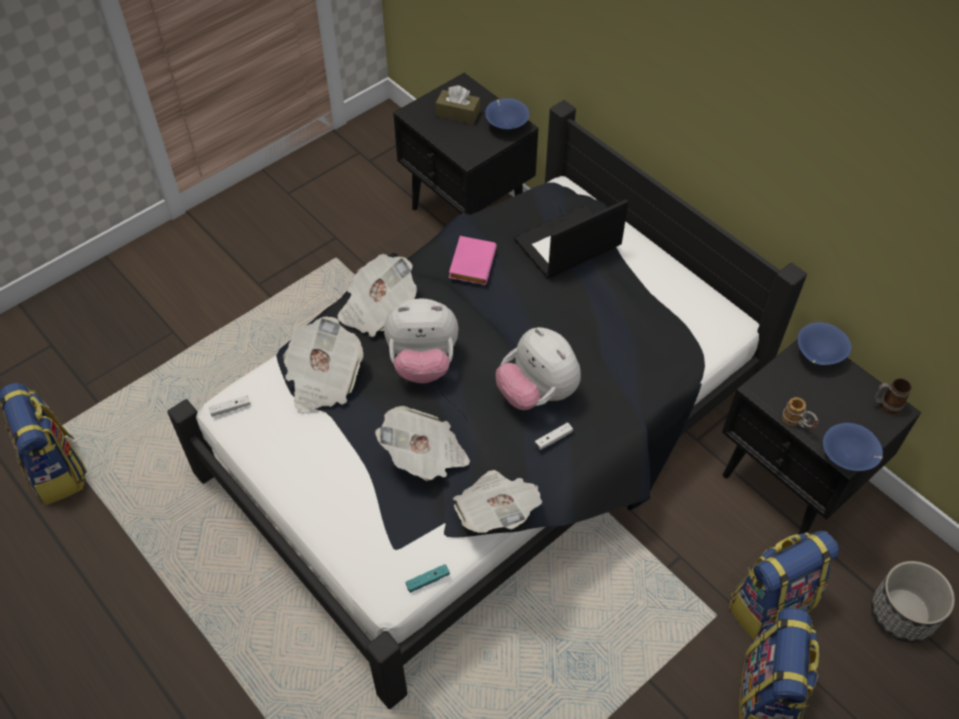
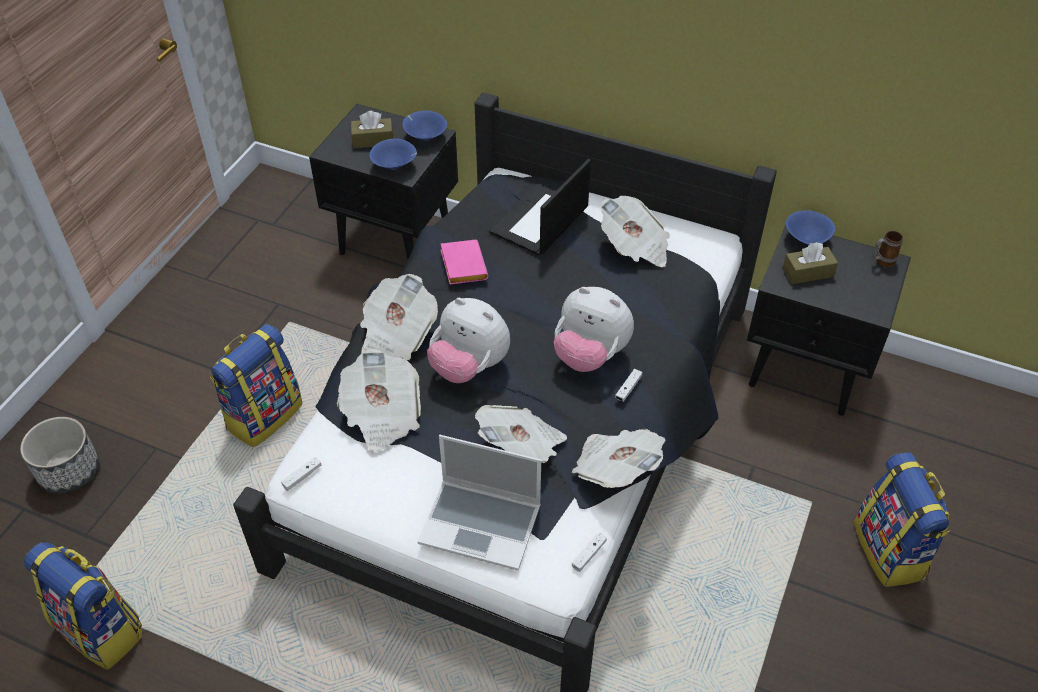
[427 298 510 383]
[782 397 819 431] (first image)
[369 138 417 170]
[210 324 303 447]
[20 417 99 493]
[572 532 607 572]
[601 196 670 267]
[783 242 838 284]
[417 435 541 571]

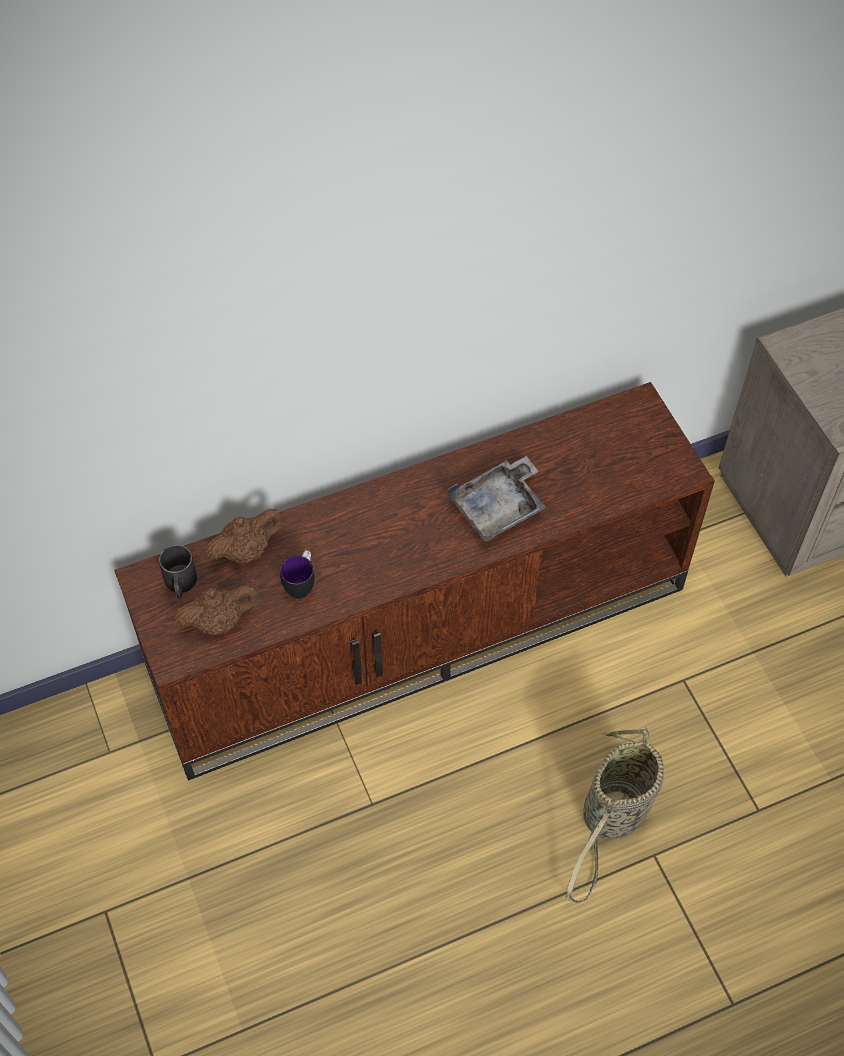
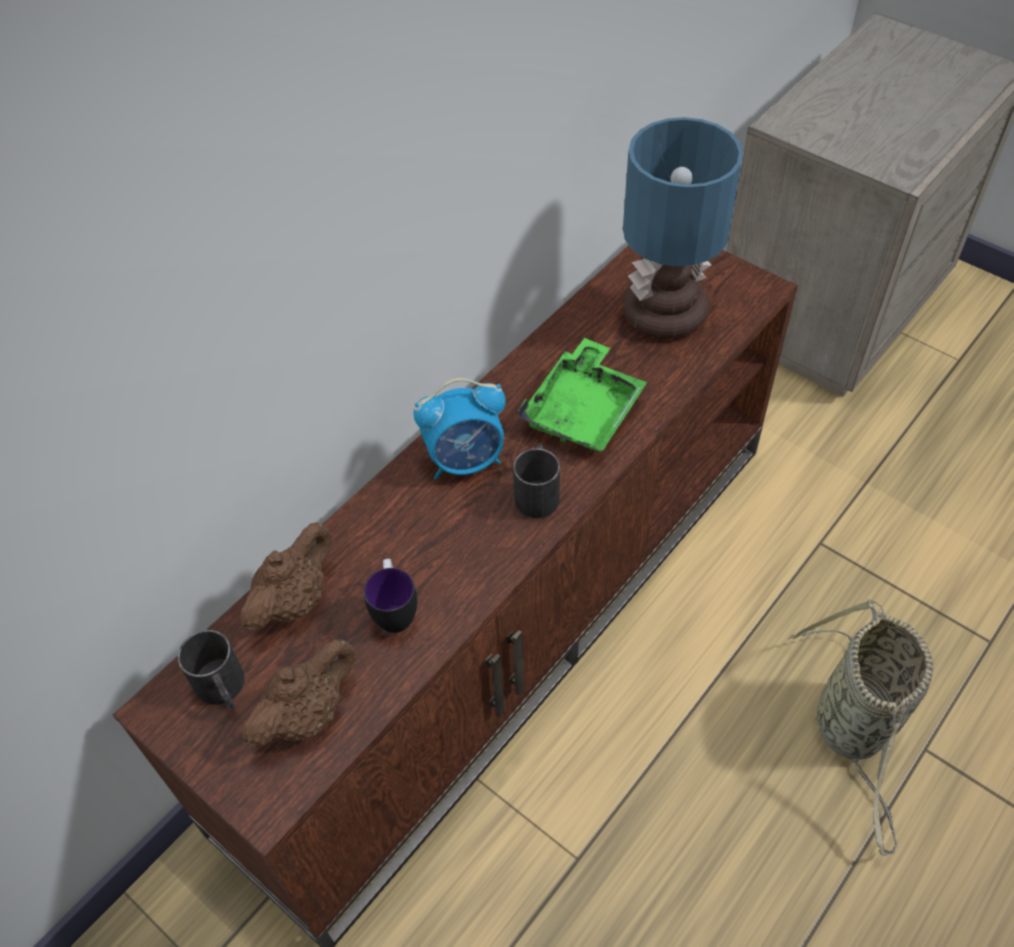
[518 338 647 452]
[623 117 743 339]
[413 378 506 479]
[513 443 560 518]

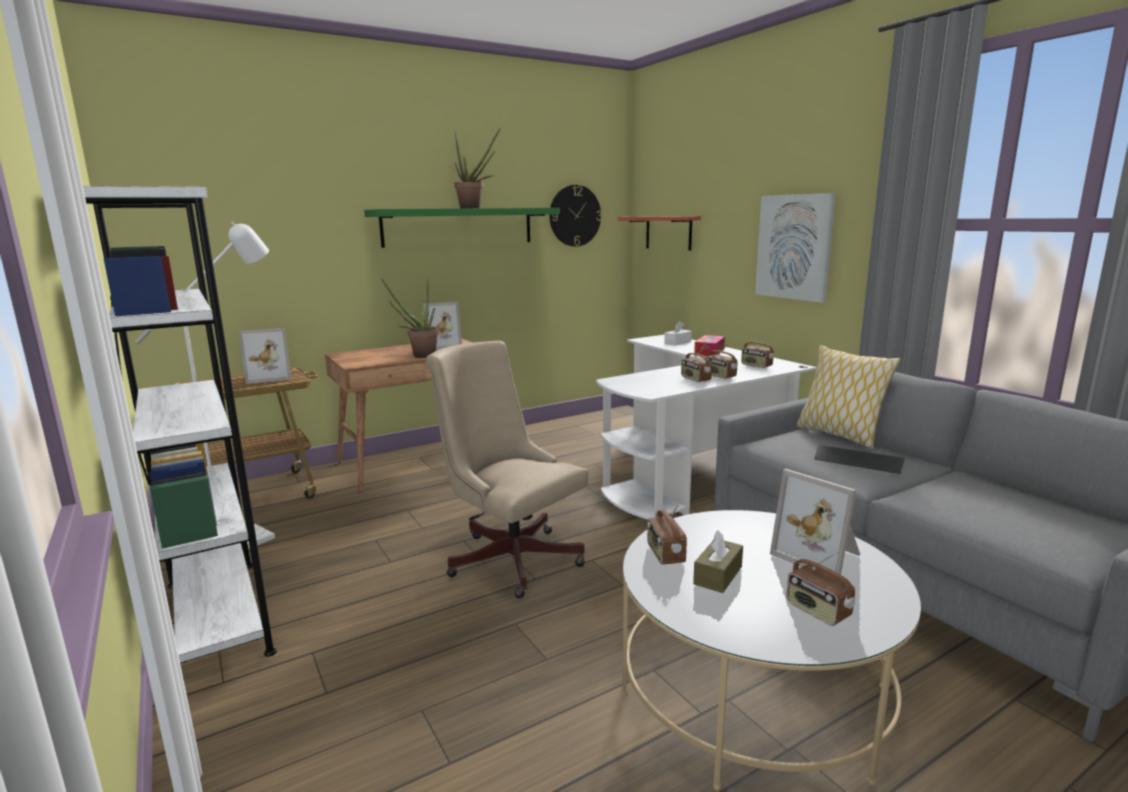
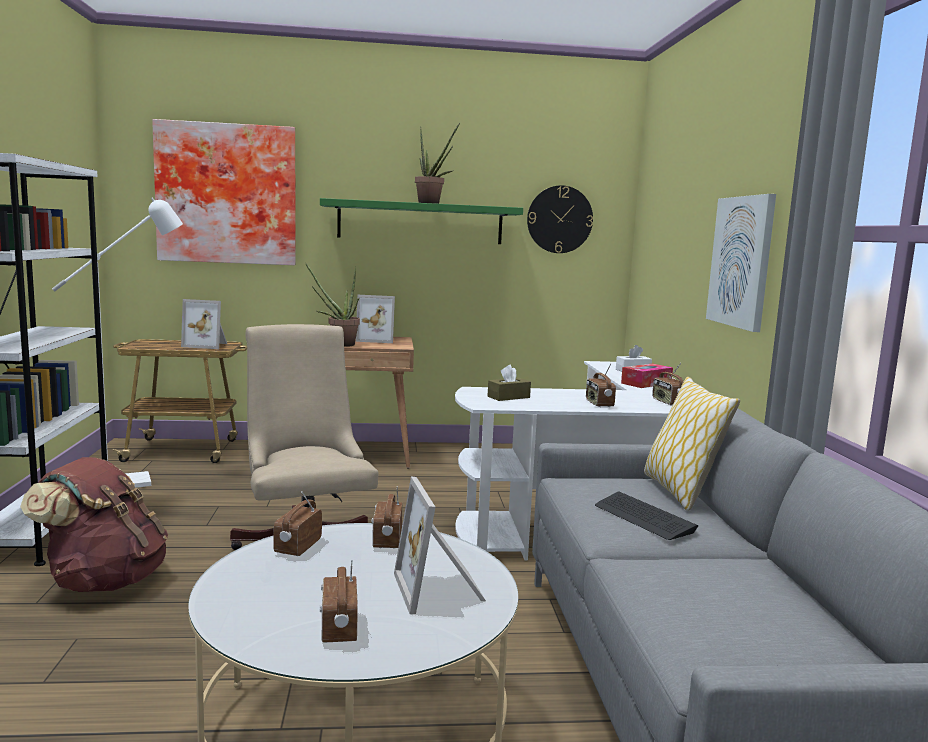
[618 216 701 251] (first image)
[372 486 403 549]
[488 365 531 401]
[152 119 295 265]
[20 457 168 592]

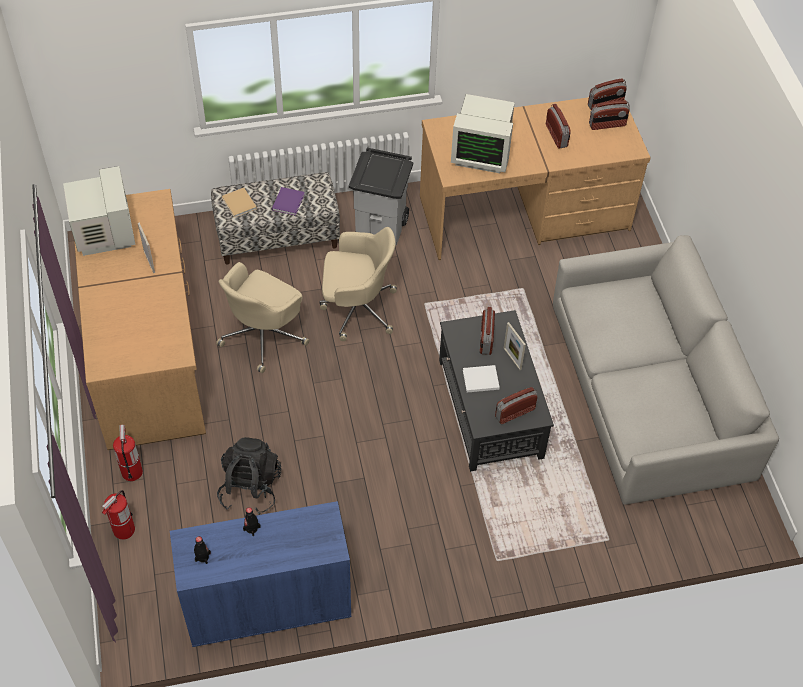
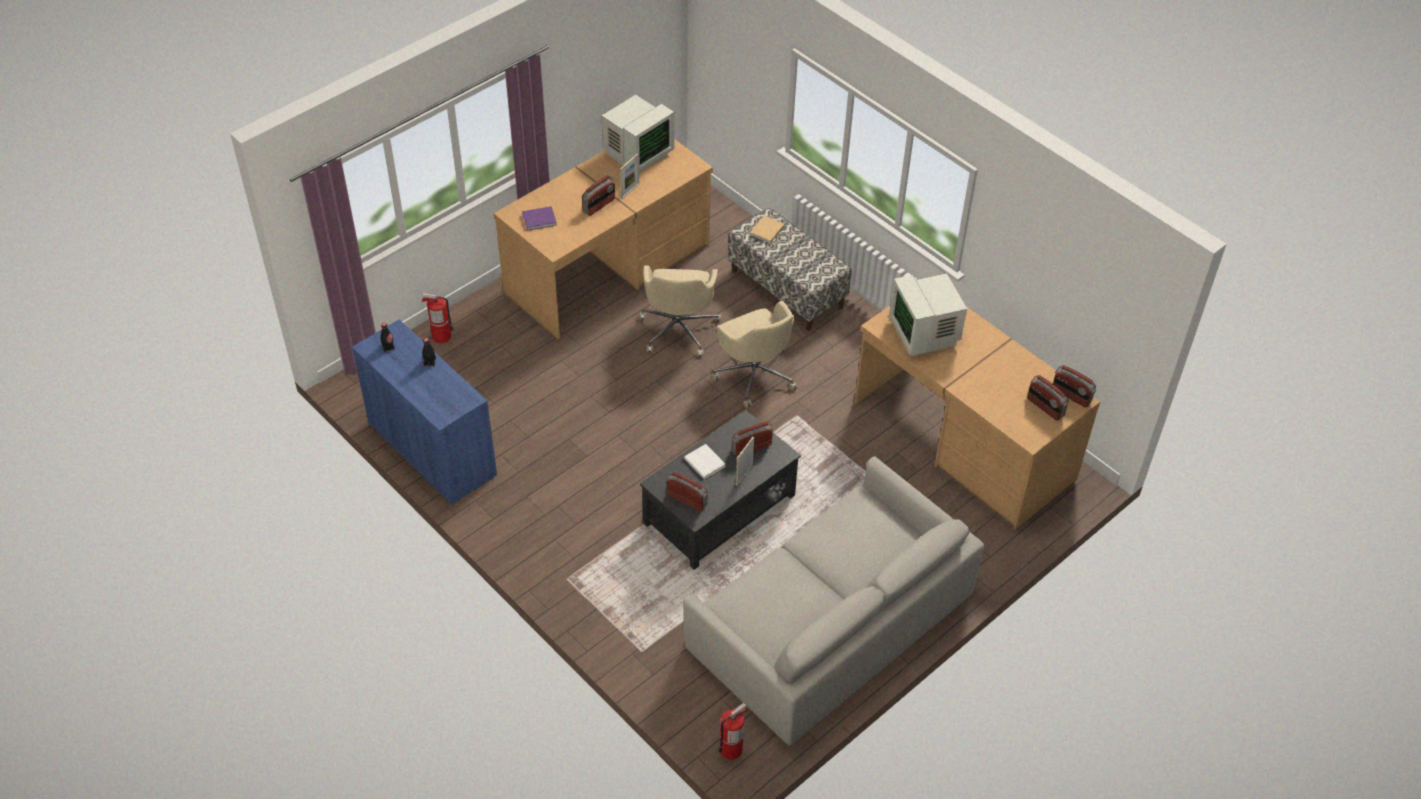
[582 175 615 216]
[348 148 413 245] (first image)
[522 206 557 231]
[640 265 721 357]
[718 703 748 760]
[217 437 282 515] (first image)

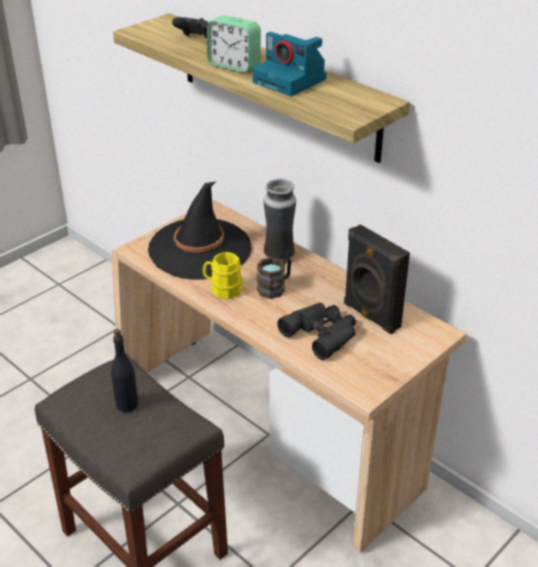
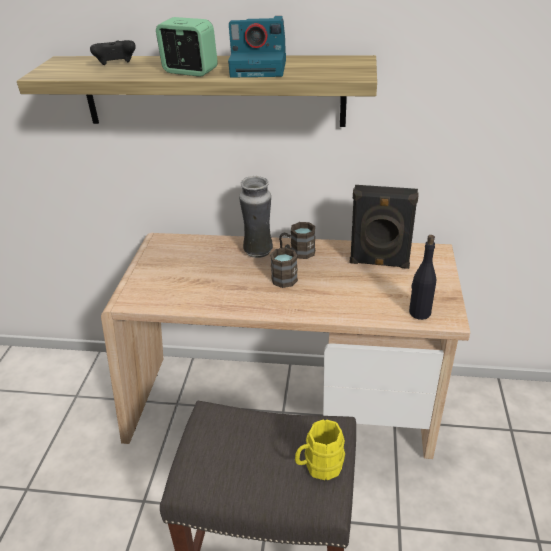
[156 17 218 77]
[148 181 251 280] (first image)
[295 419 345 480]
[277 303 356 360] (first image)
[409 235 436 320]
[279 222 315 259]

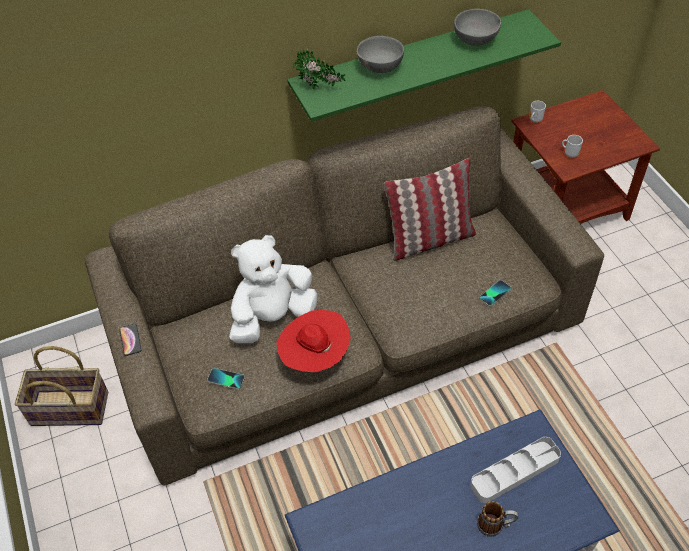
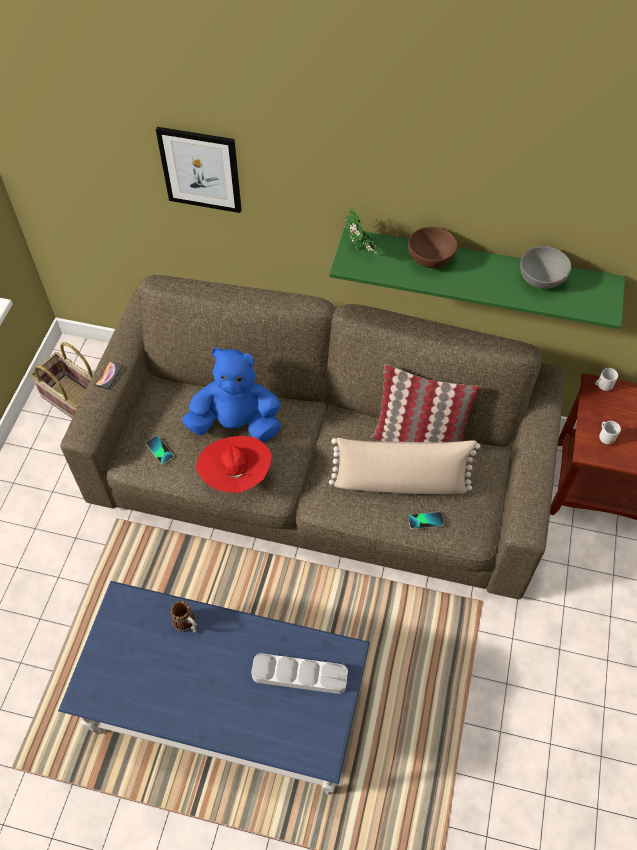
[408 227 457 268]
[182 347 281 442]
[171 601 198 633]
[156 127 242 213]
[329 438 480 494]

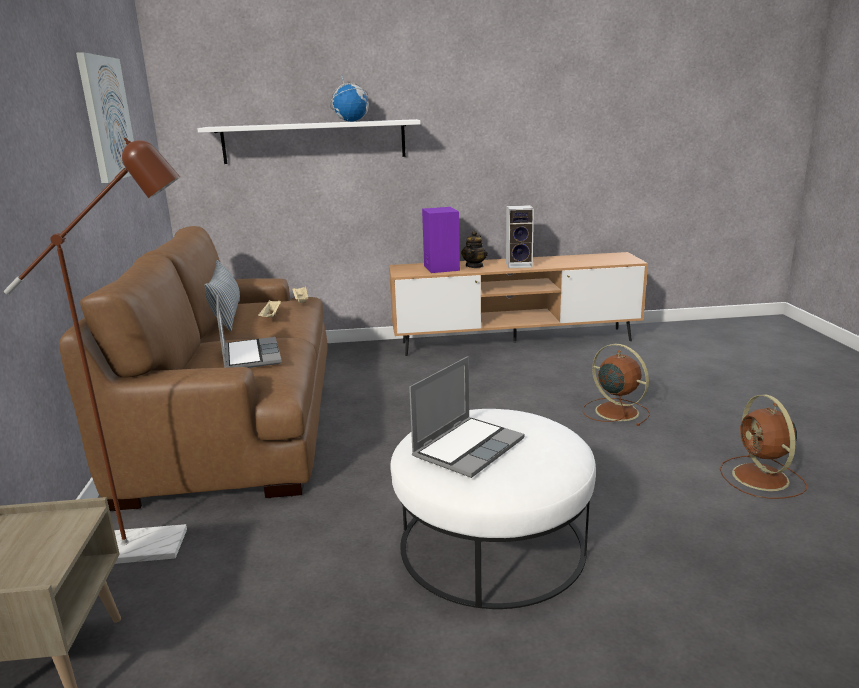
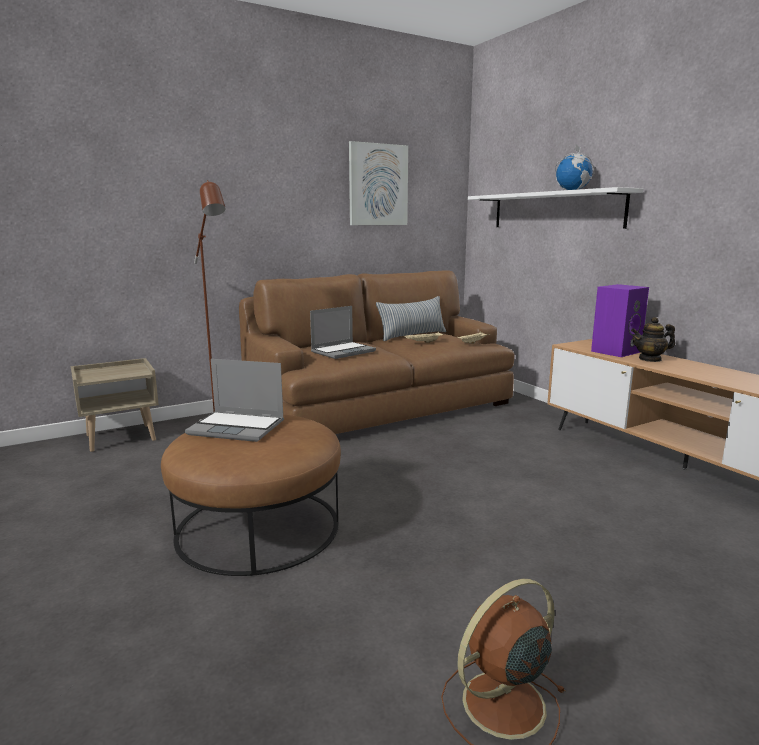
[506 205 534 268] (first image)
[583 344 650 426] (first image)
[161 415 341 576]

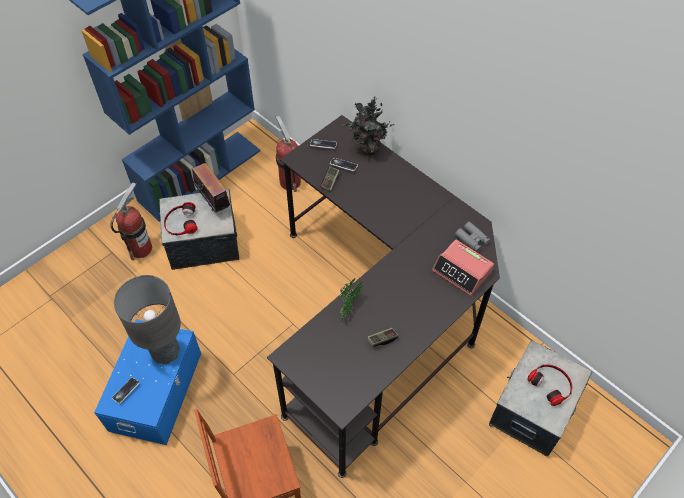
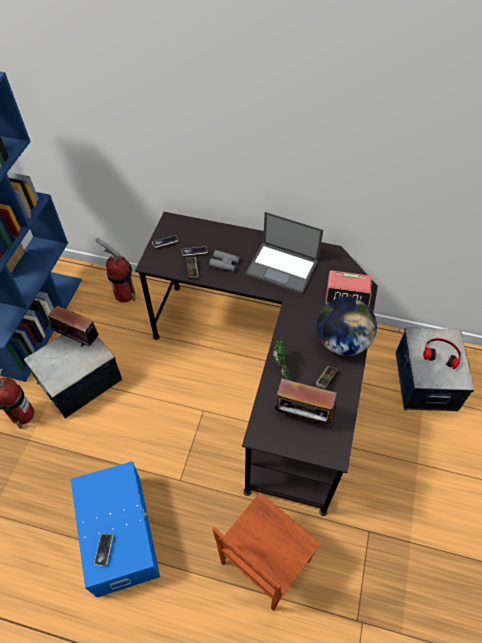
[343 96 396 156] (first image)
[164 202 198 236] (first image)
[209 250 239 272]
[114 275 181 365] (first image)
[245 212 323 294]
[317 297 377 356]
[275 379 337 428]

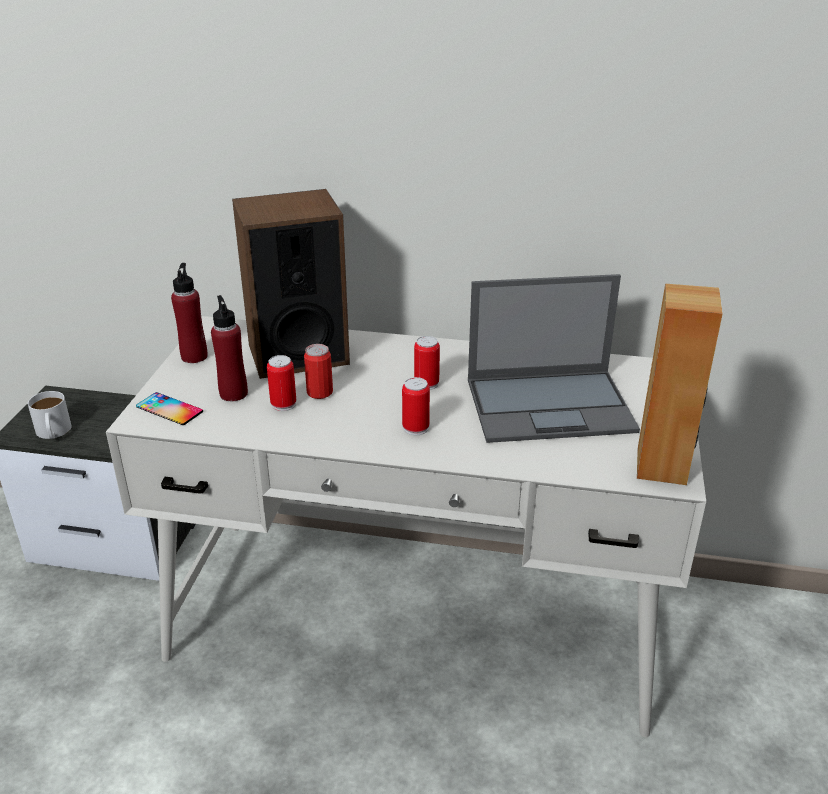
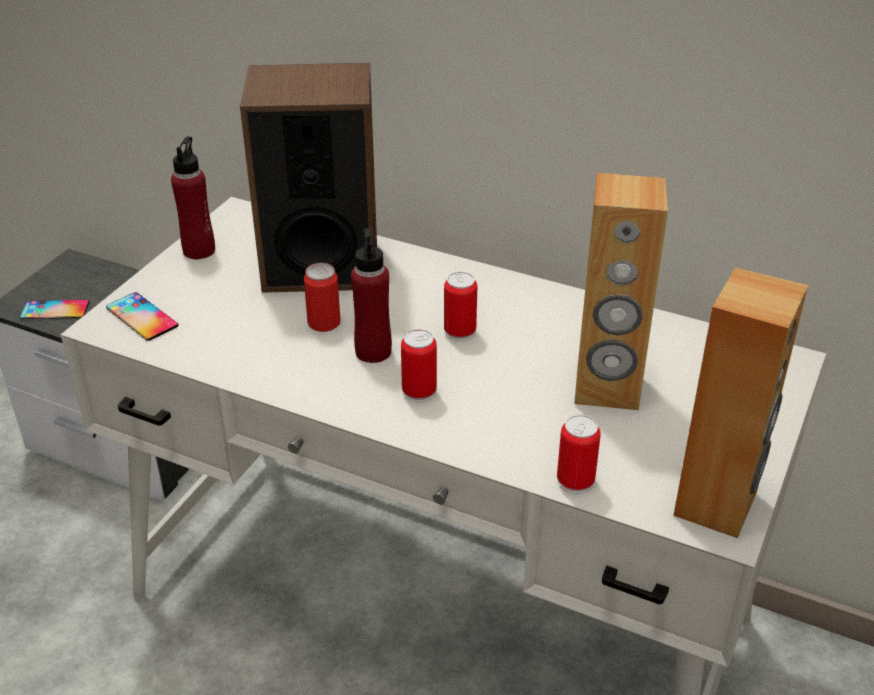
[574 173 668 410]
[351 228 392 363]
[557 415 601 494]
[20 300 89 319]

